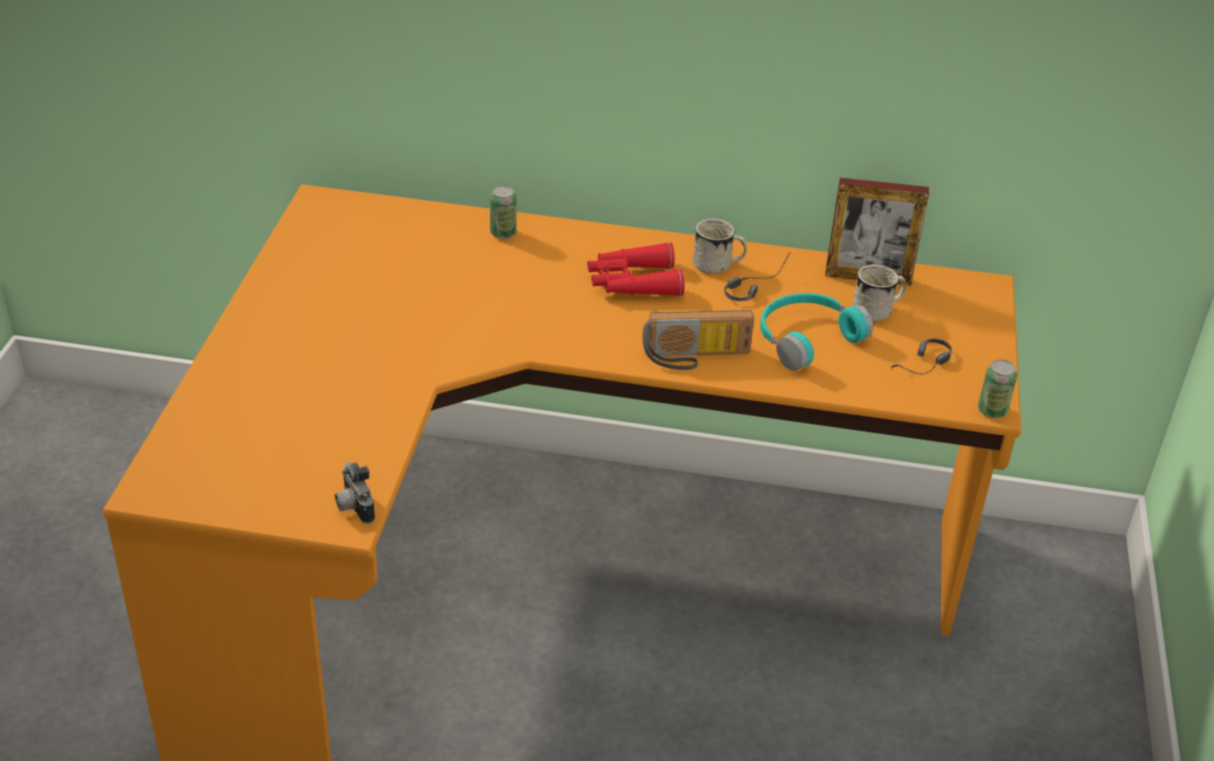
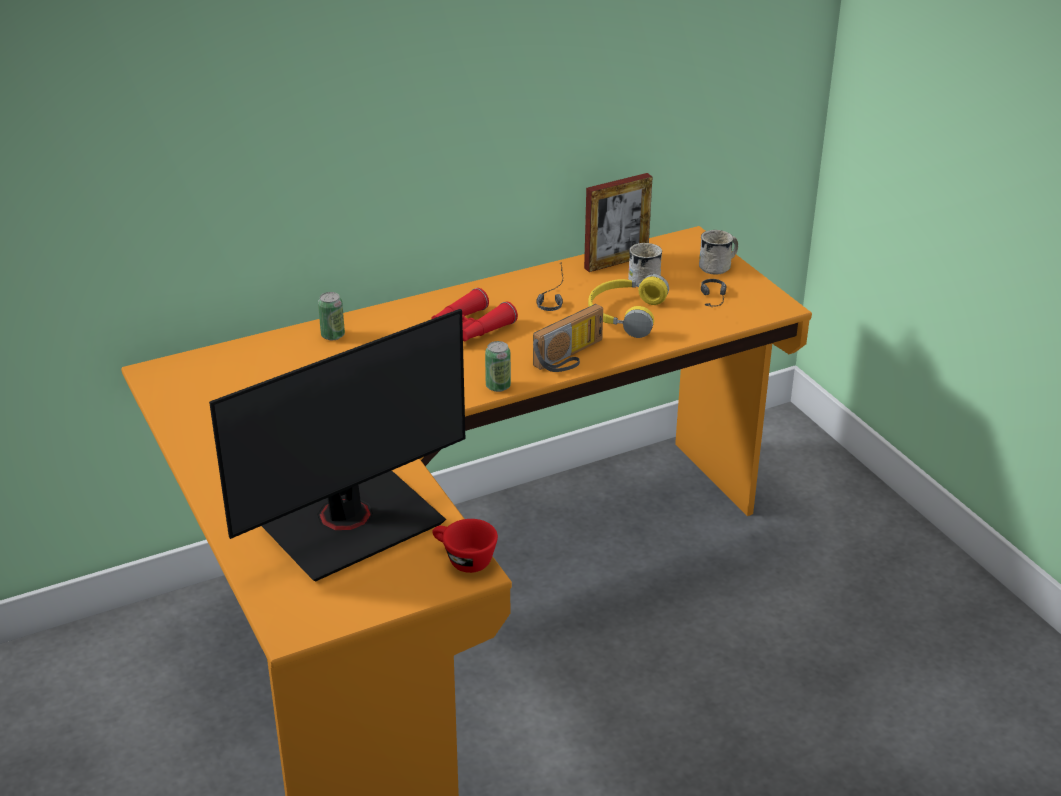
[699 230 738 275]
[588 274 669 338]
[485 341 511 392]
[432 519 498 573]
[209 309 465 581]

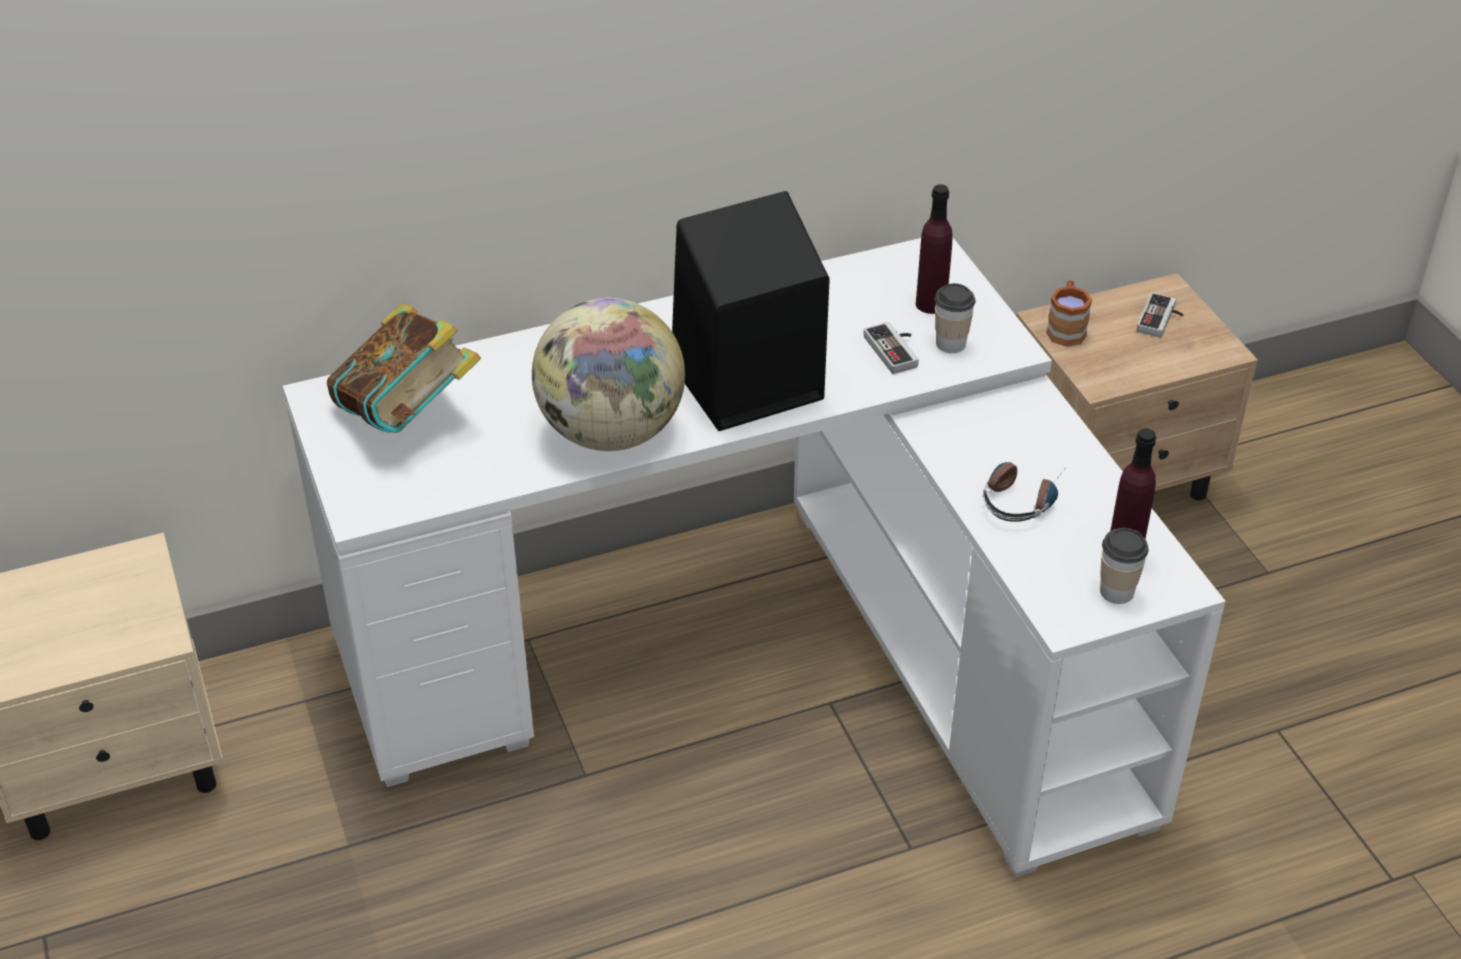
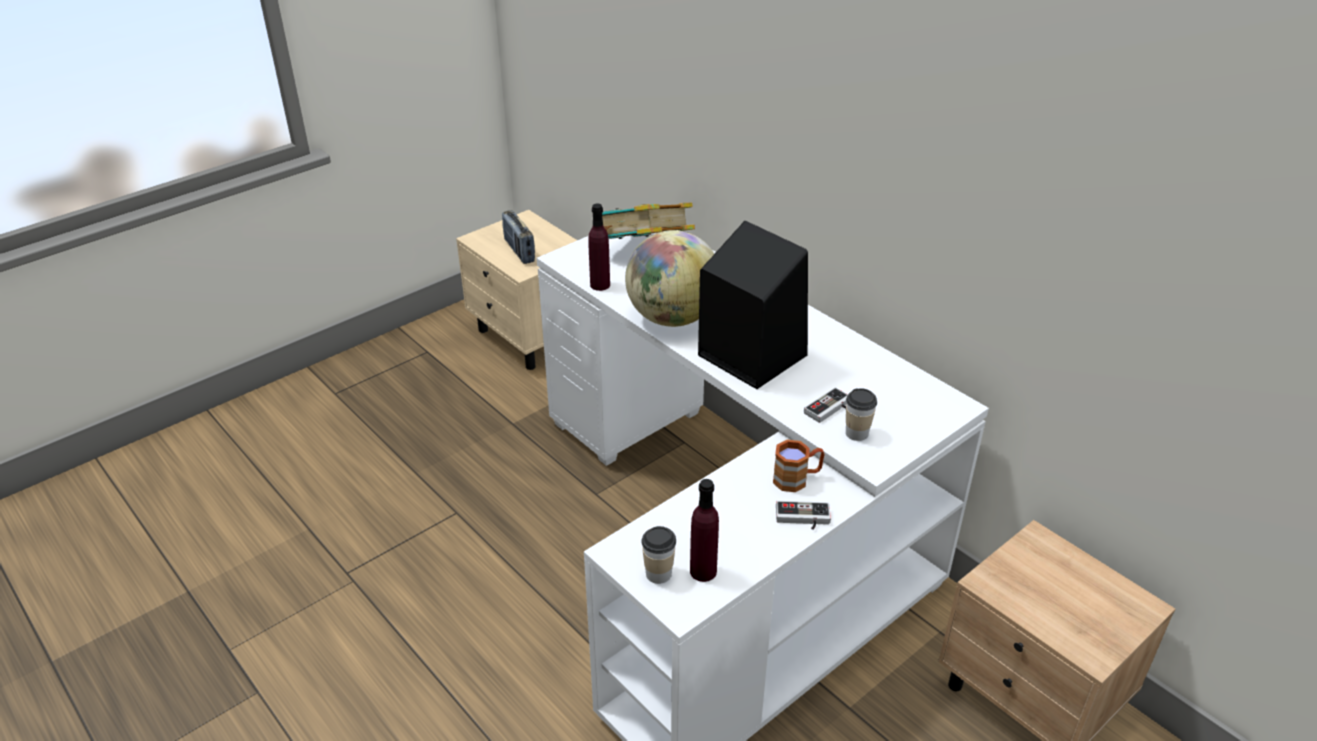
[588 204 610 291]
[773 440 824 492]
[776 501 831 530]
[983 462 1064 522] (first image)
[502 210 535 264]

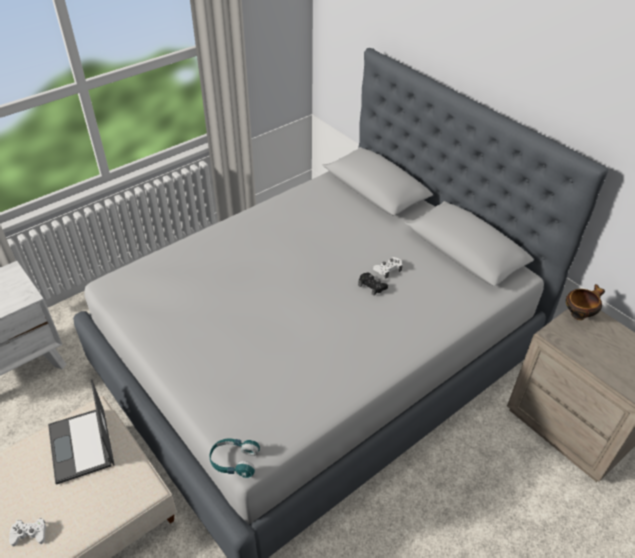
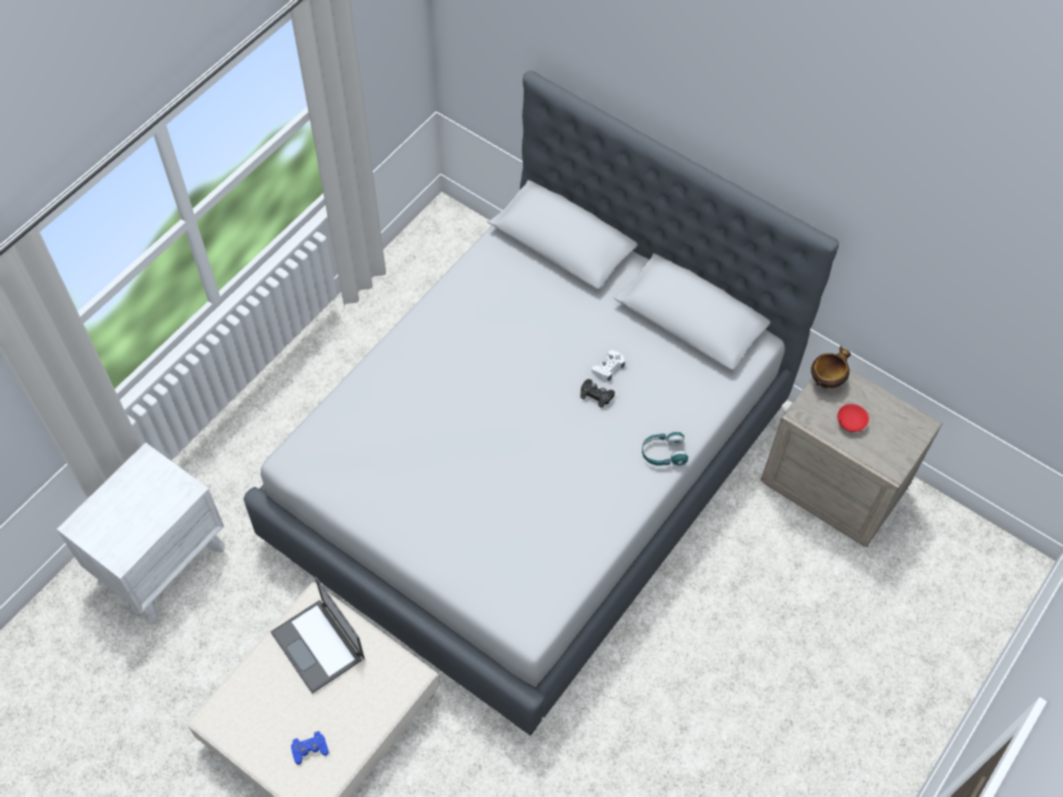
[642 432 688 466]
[291 731 329 765]
[837 404 869 432]

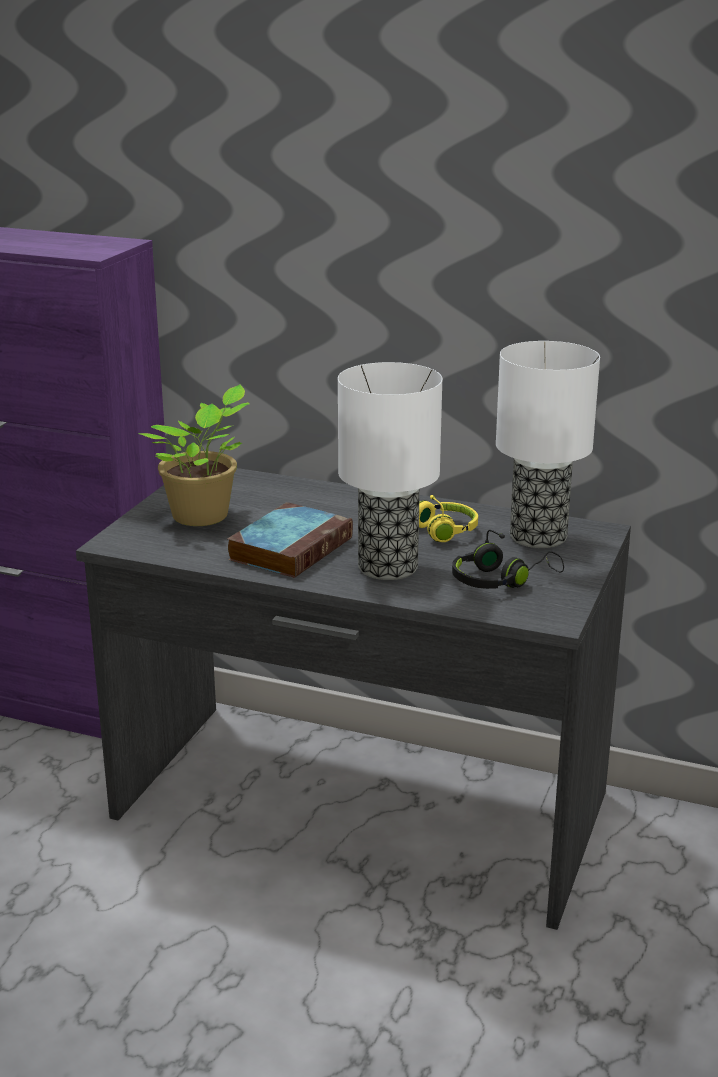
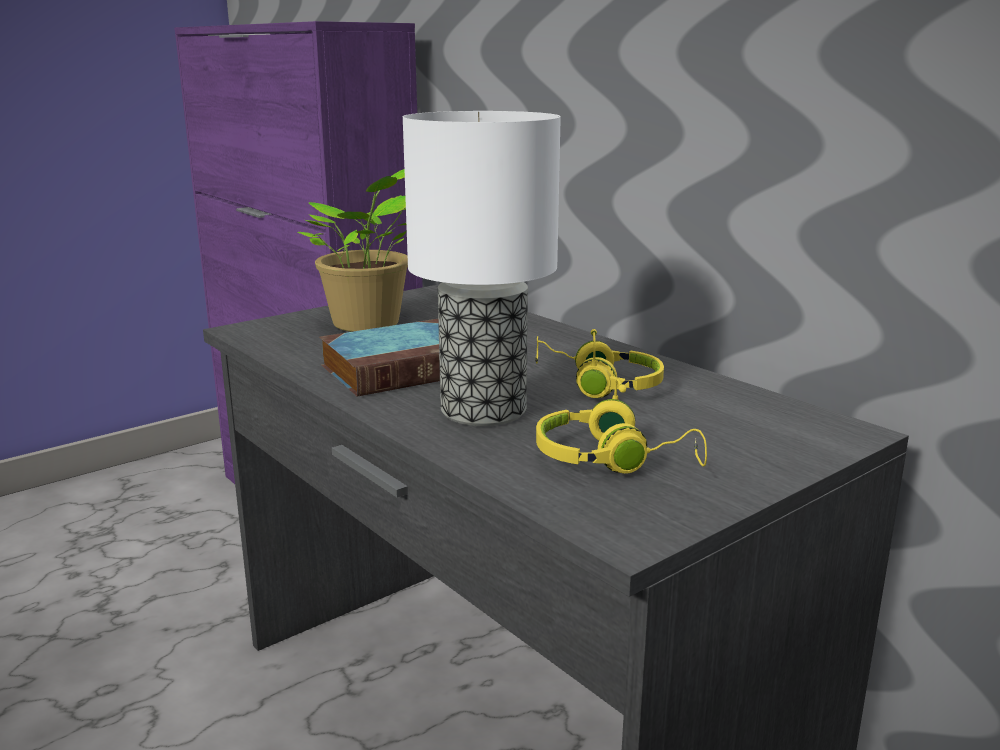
[496 341 600 548] (first image)
[536 379 707 474]

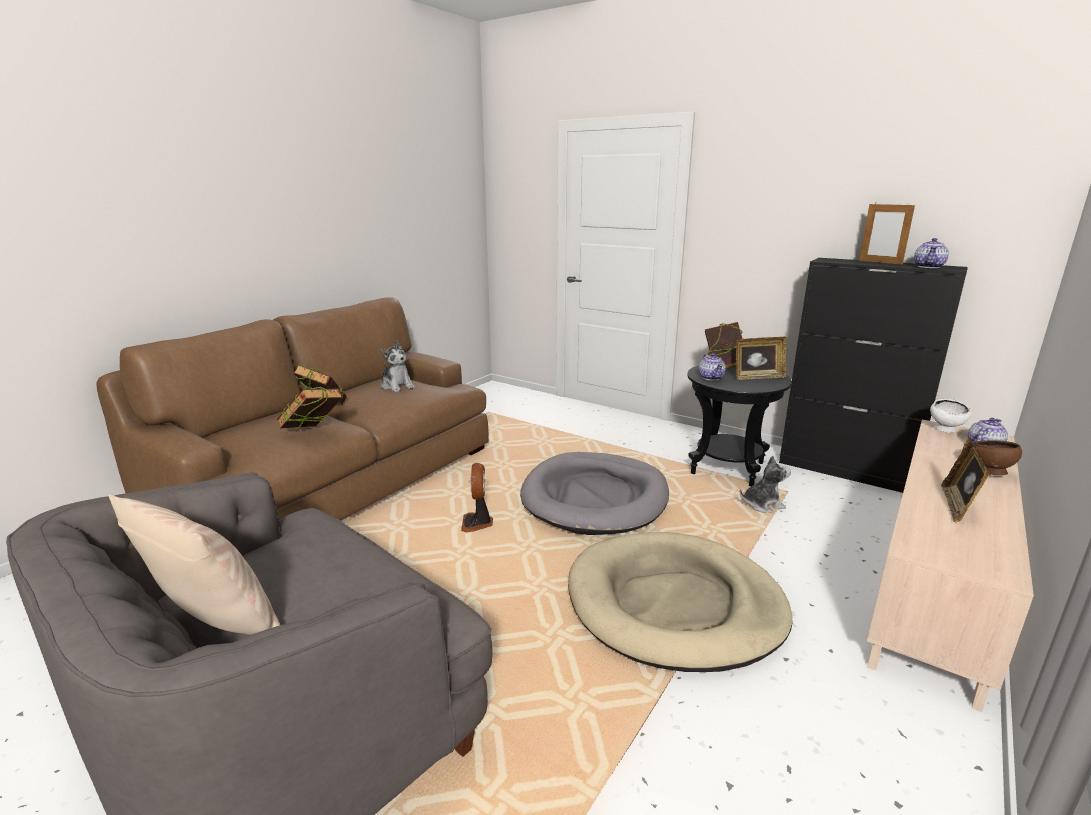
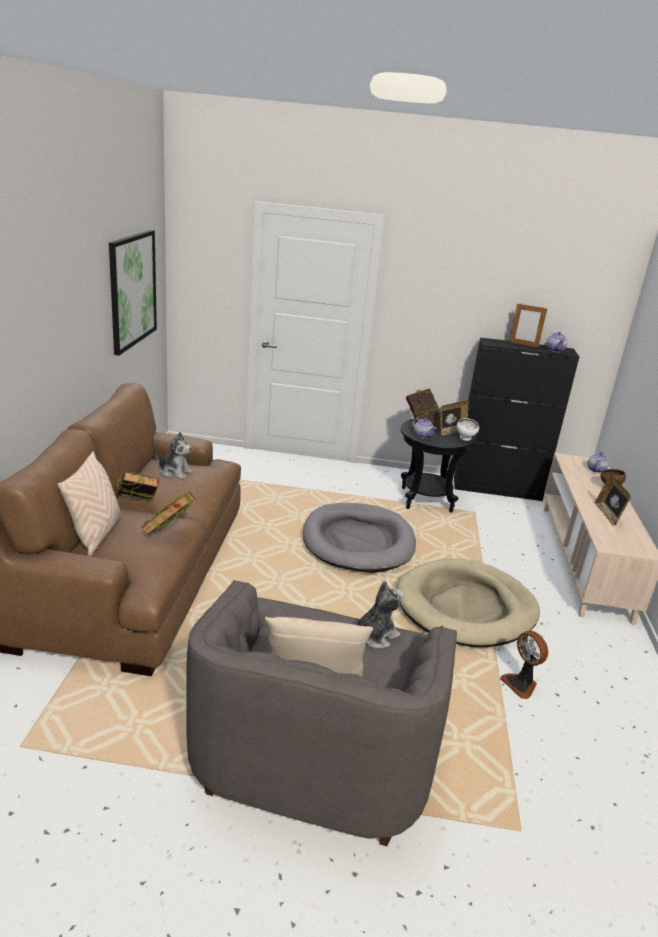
[457 418 479 441]
[357 581 404 649]
[500 631 548 699]
[109 230 157 355]
[58 451 121 556]

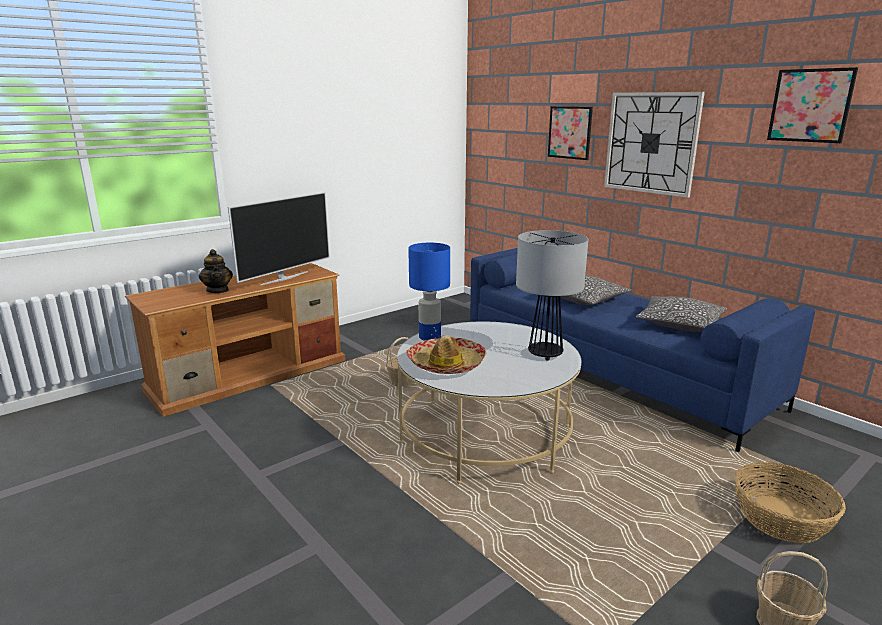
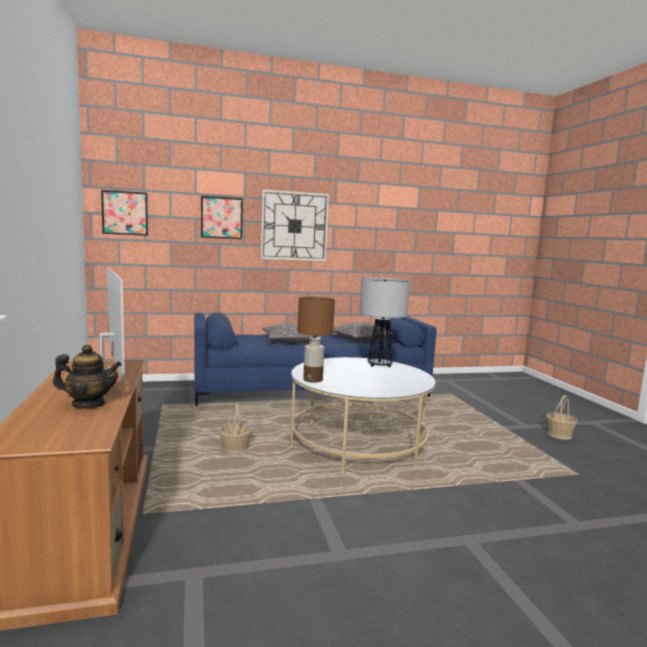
[101 190 148 236]
[297 297 335 382]
[406 335 486 374] (first image)
[735 462 846 543] (first image)

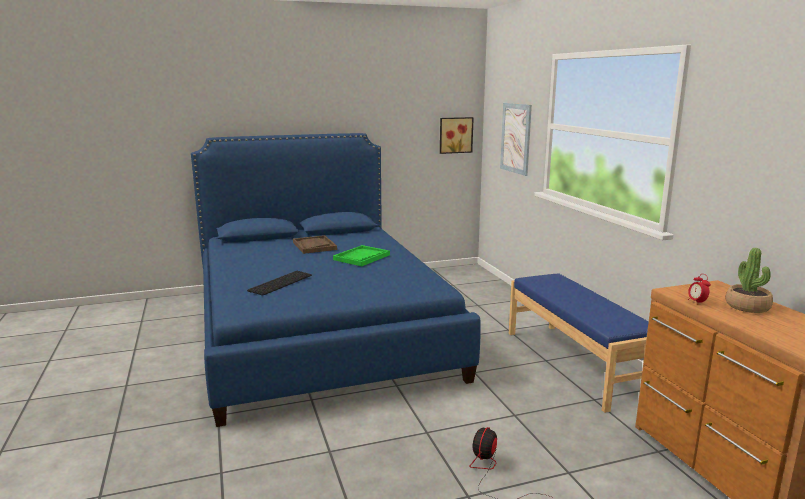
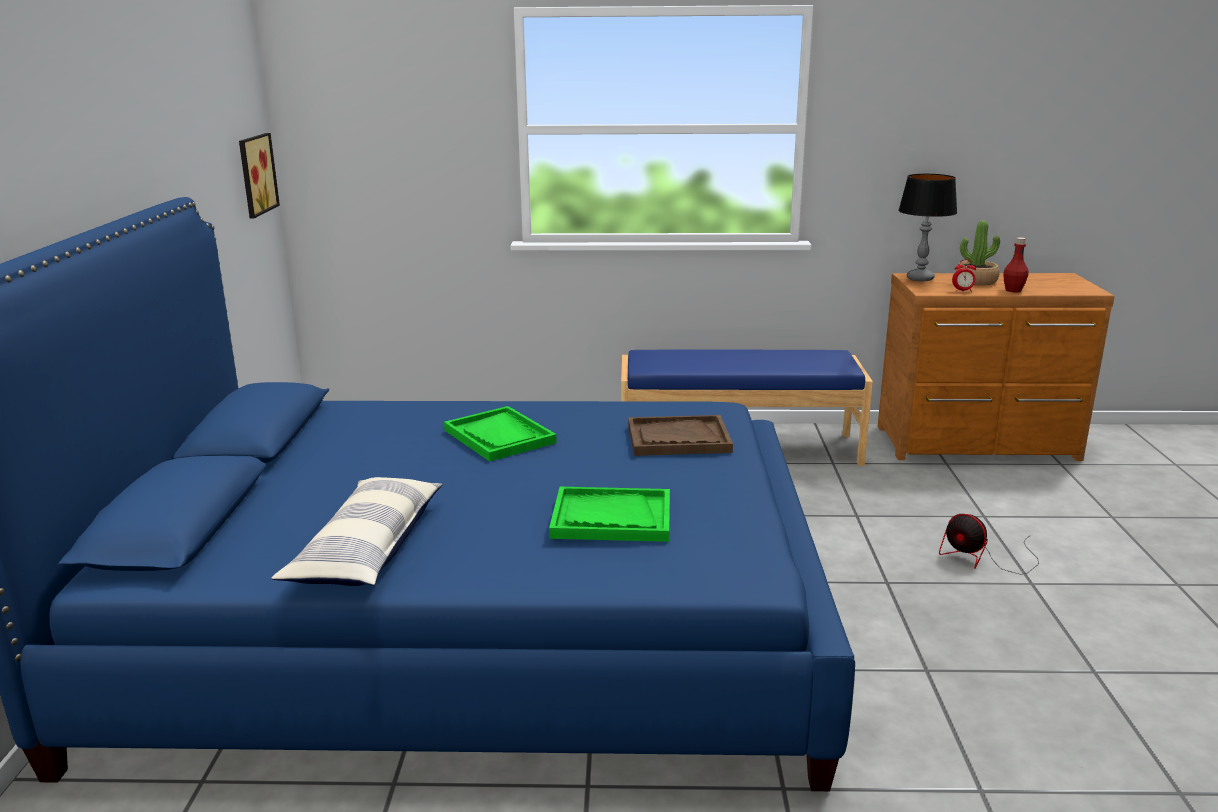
[500 103 532 176] (first image)
[628 415 733 456]
[549 487 670 542]
[898 174 957 281]
[1003 237 1029 292]
[272 477 443 586]

